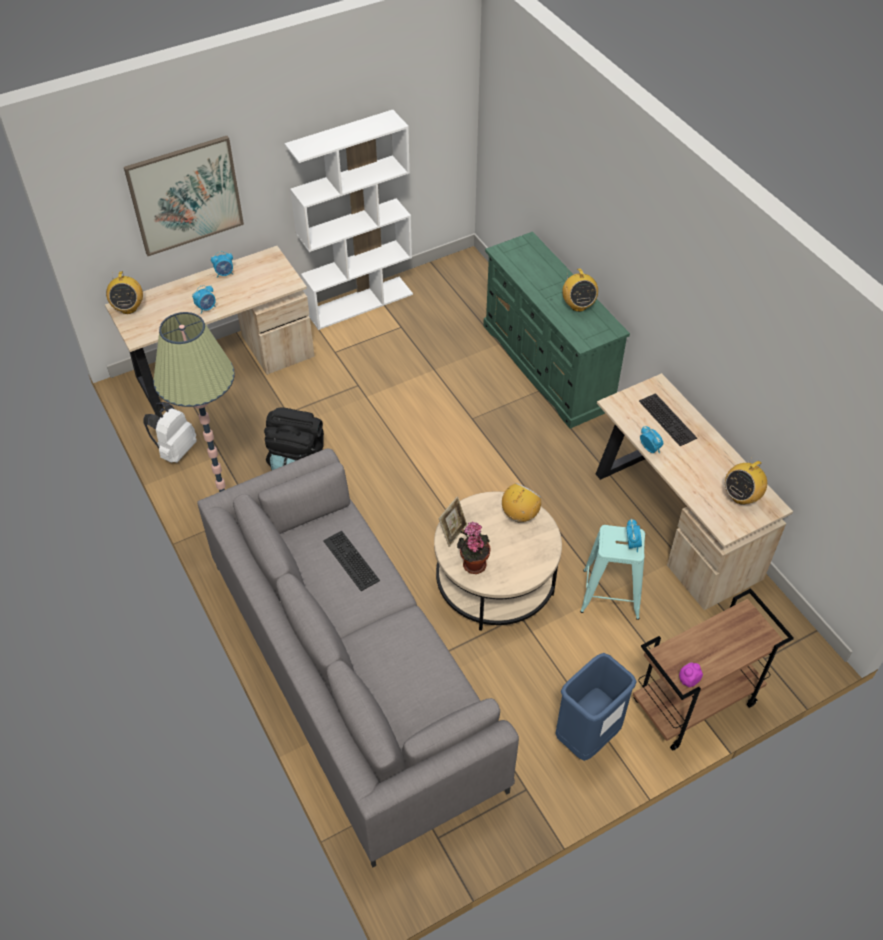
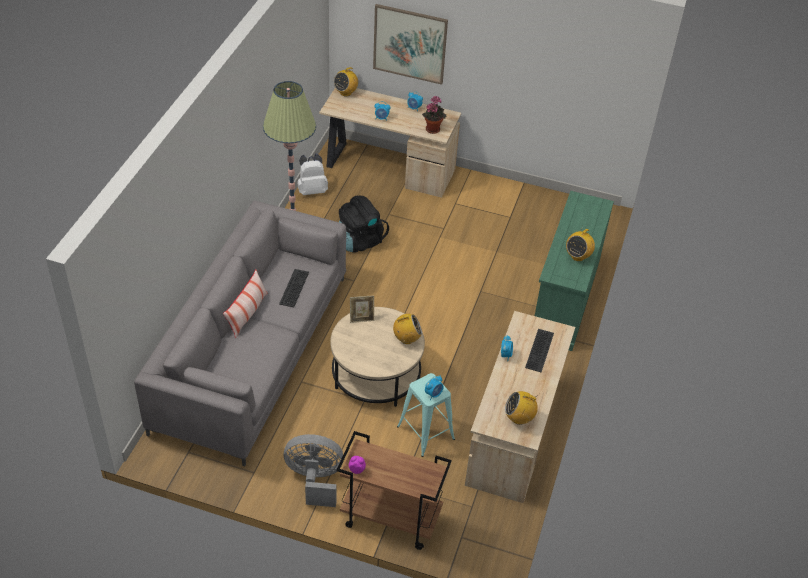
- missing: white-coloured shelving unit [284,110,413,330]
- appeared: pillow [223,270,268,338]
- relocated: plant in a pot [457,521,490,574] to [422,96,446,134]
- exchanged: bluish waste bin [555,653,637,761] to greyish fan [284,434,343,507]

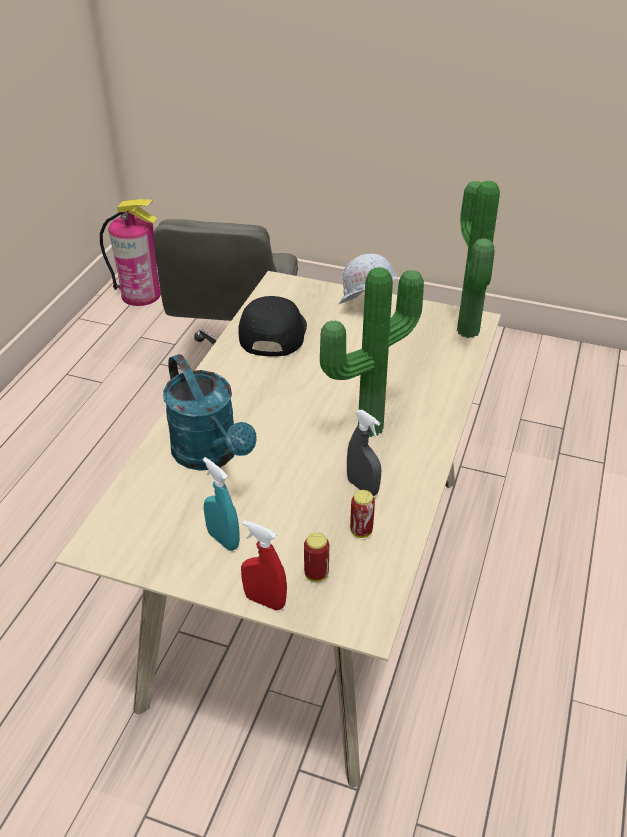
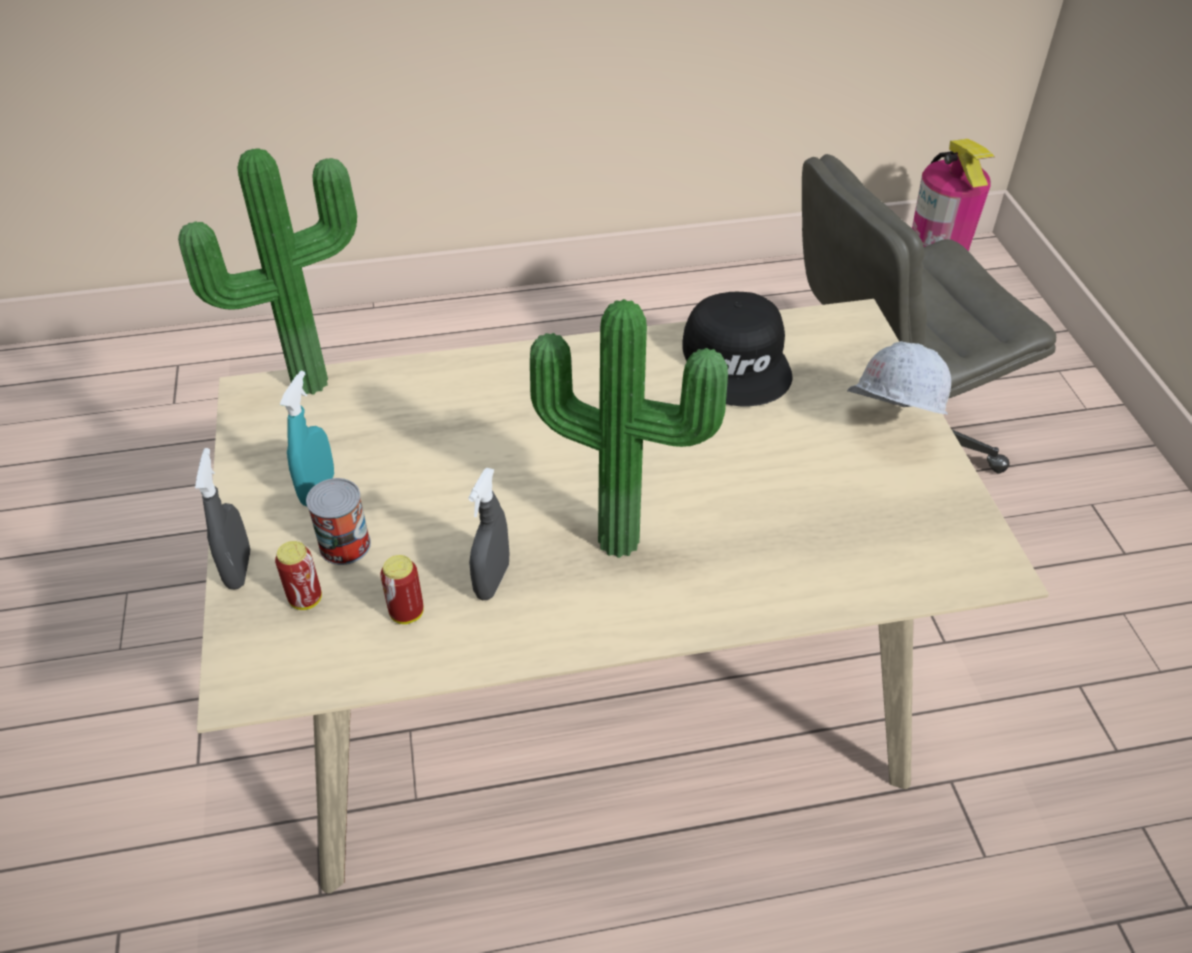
- missing: turquoise-coloured watering pot [163,354,257,471]
- appeared: metal can [306,478,371,565]
- relocated: plant in a pot [457,181,500,338] to [178,149,357,395]
- colour: red spray bottle [241,520,287,611] to greyish spray bottle [195,448,250,590]
- spun: black peaked cap [238,296,307,356] = [683,292,793,406] 105 degrees clockwise

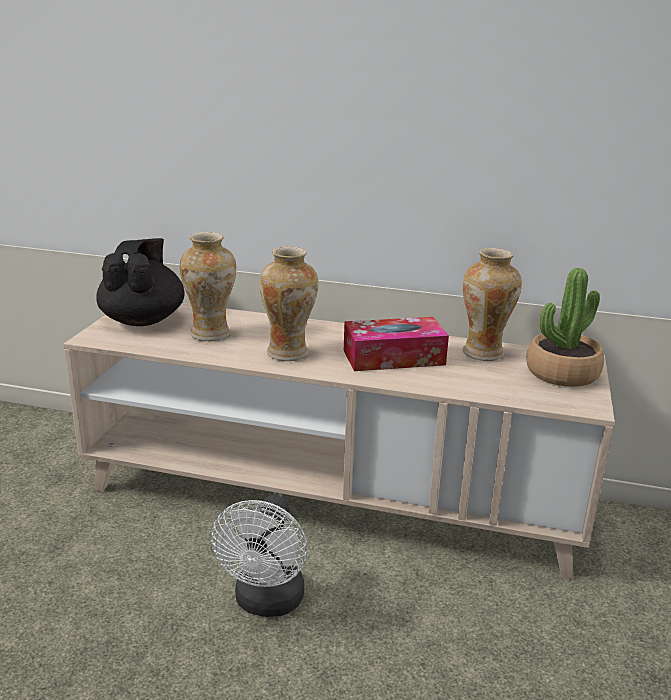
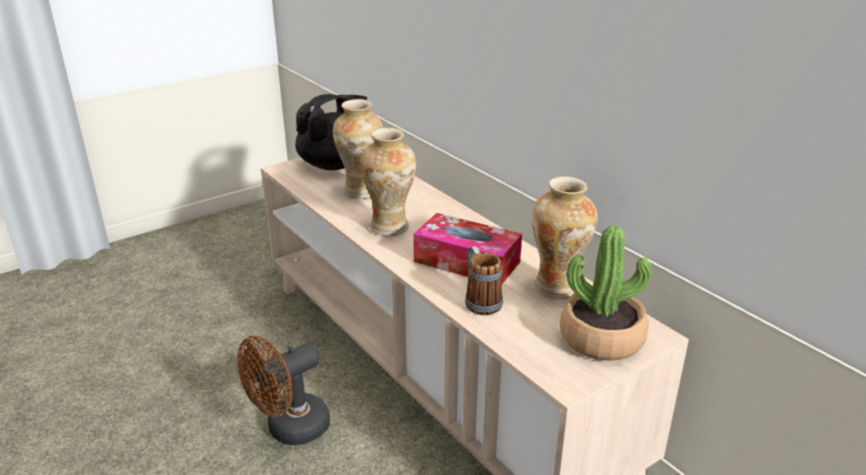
- appeared: coffee mug [465,246,503,315]
- colour: white-coloured fan [211,495,307,617] to brown-coloured fan [237,336,330,445]

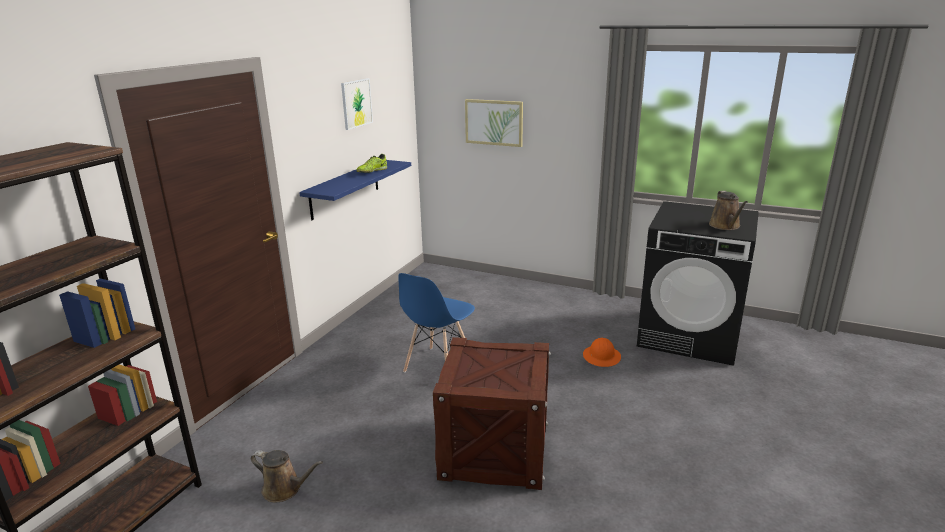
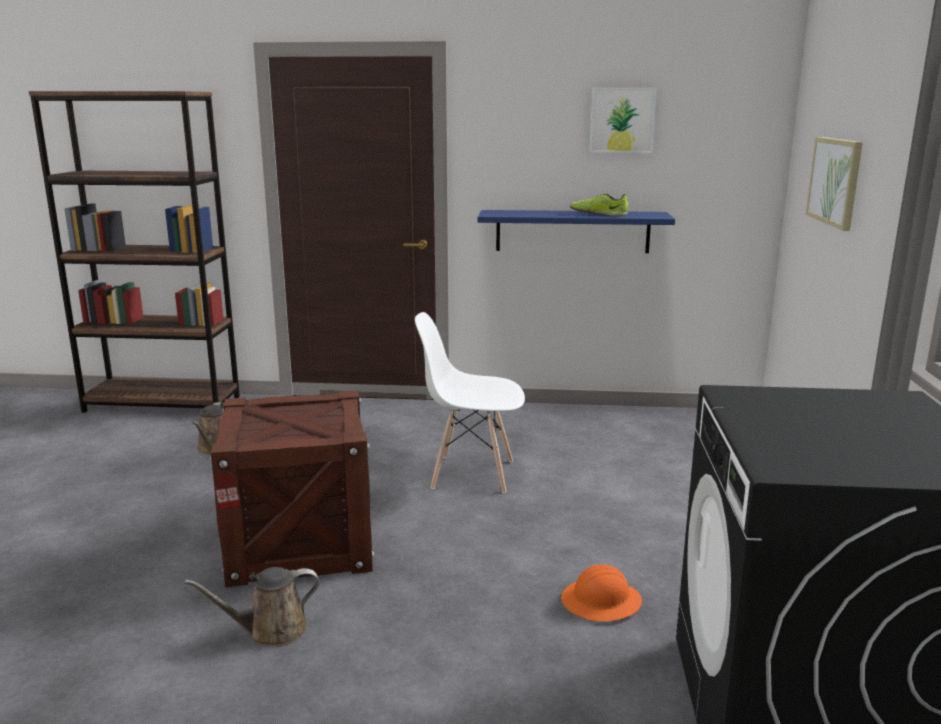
- relocated: brown-coloured watering pot [709,191,748,230] to [184,567,319,646]
- colour: bluish plain chair [398,273,475,373] to white-coloured plain chair [415,312,525,494]

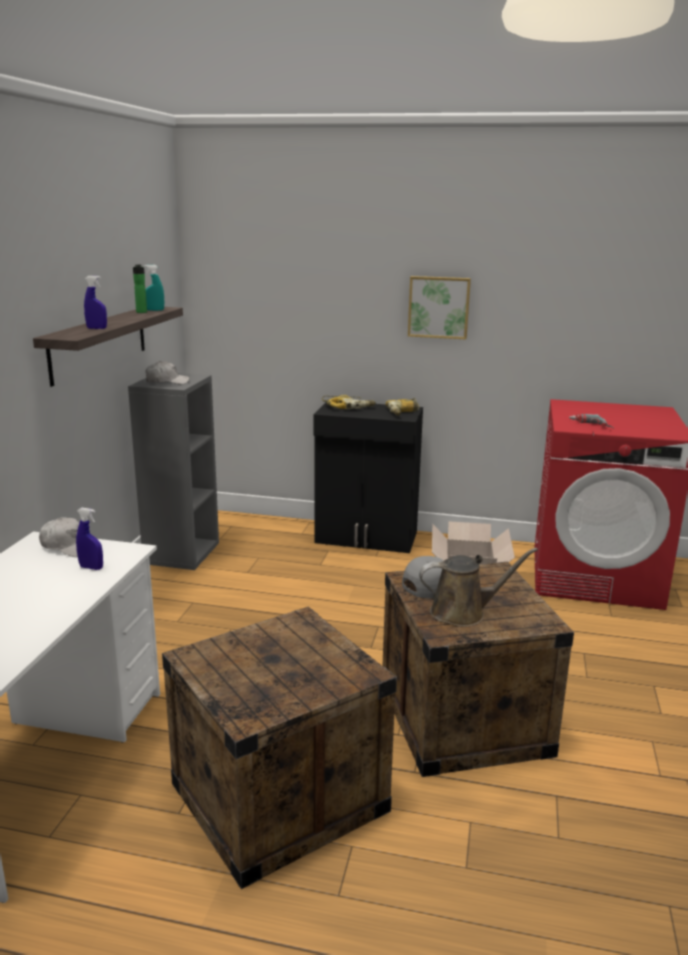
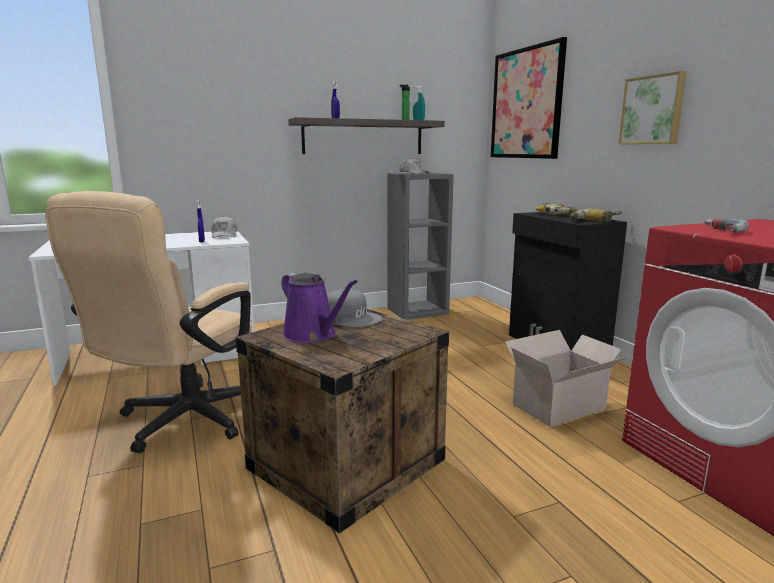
- appeared: wall art [491,37,567,159]
- exchanged: crate [162,607,397,889] to sand-coloured desk chair [45,191,252,453]
- colour: brown-coloured watering pot [419,548,538,627] to purple-coloured watering pot [281,273,358,343]

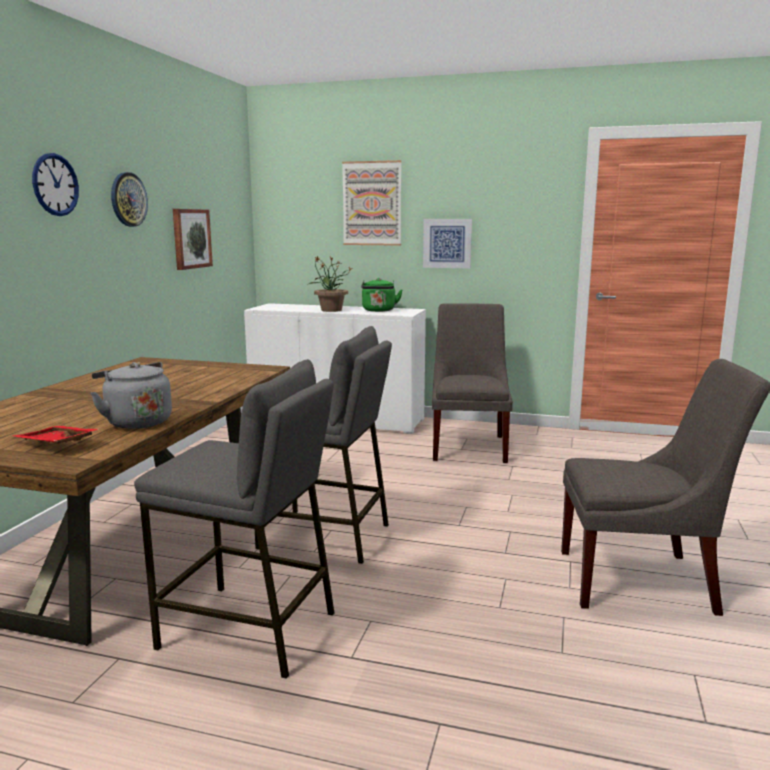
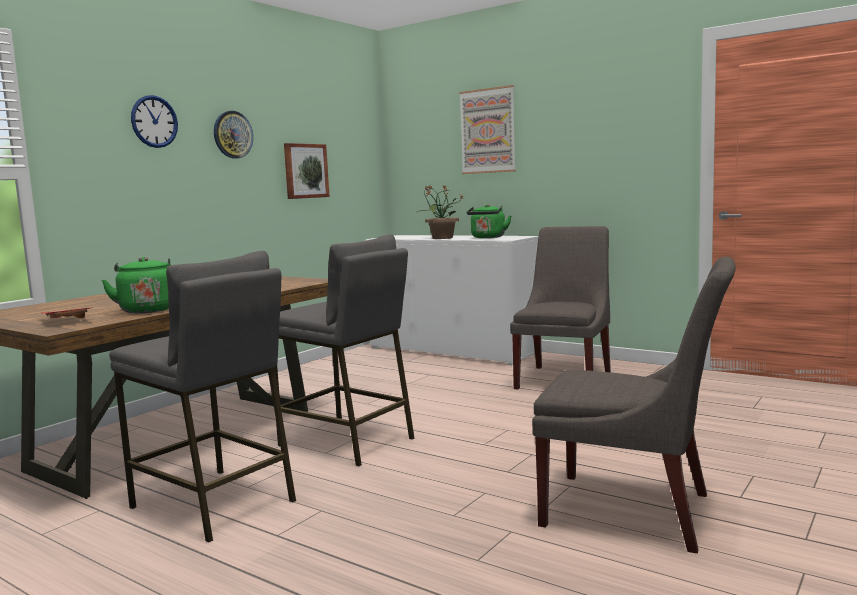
- missing: wall art [423,219,472,269]
- colour: greyish tea kettle [91,362,172,429] to green-coloured tea kettle [102,257,171,313]

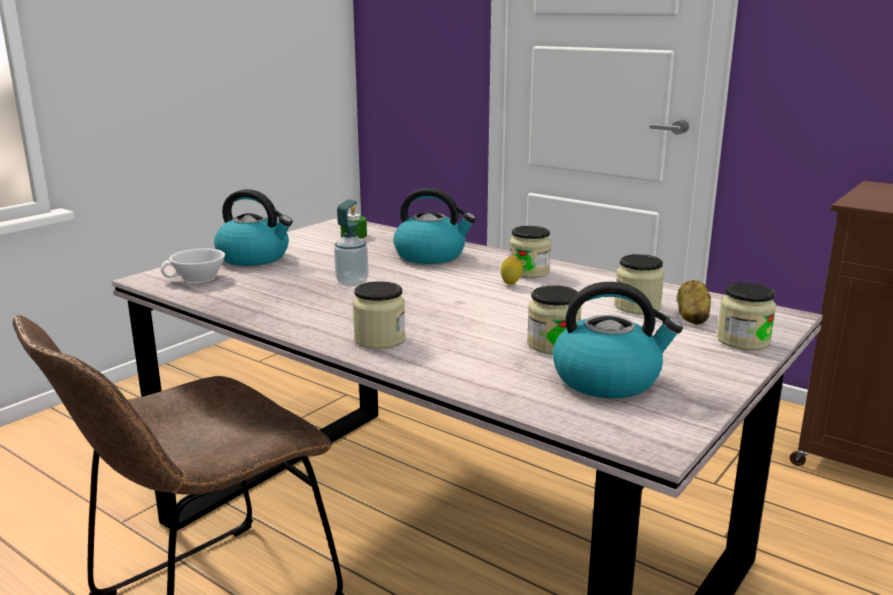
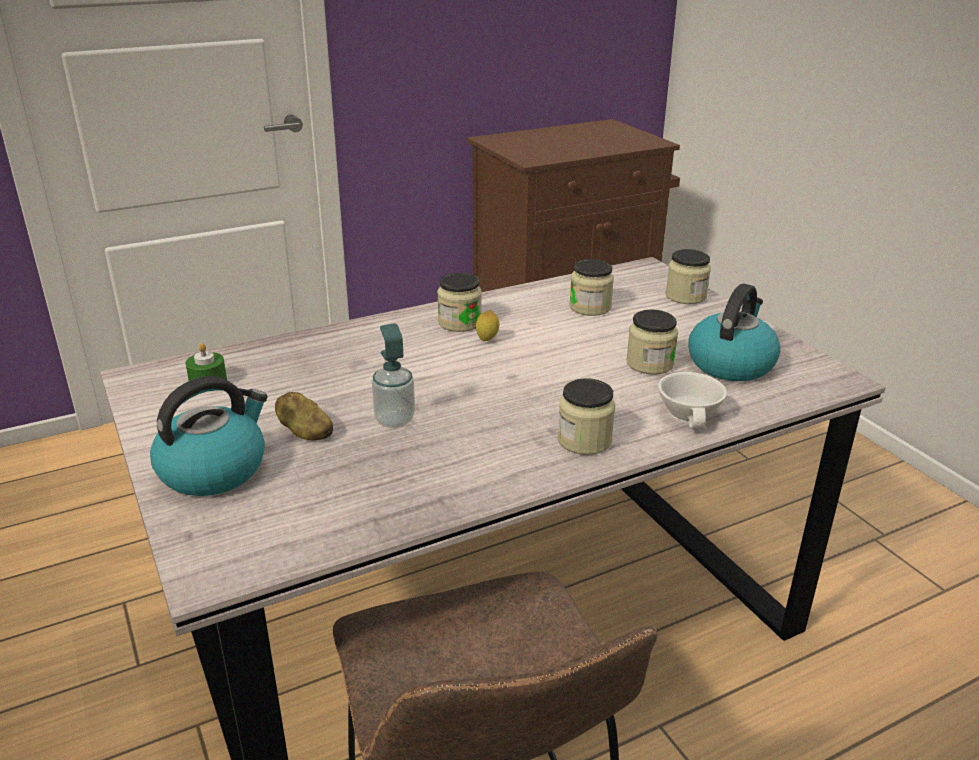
- missing: tea kettle [393,188,476,264]
- relocated: white-coloured small cup [160,248,225,283] to [658,372,727,429]
- relocated: potato [677,280,711,325] to [275,392,333,440]

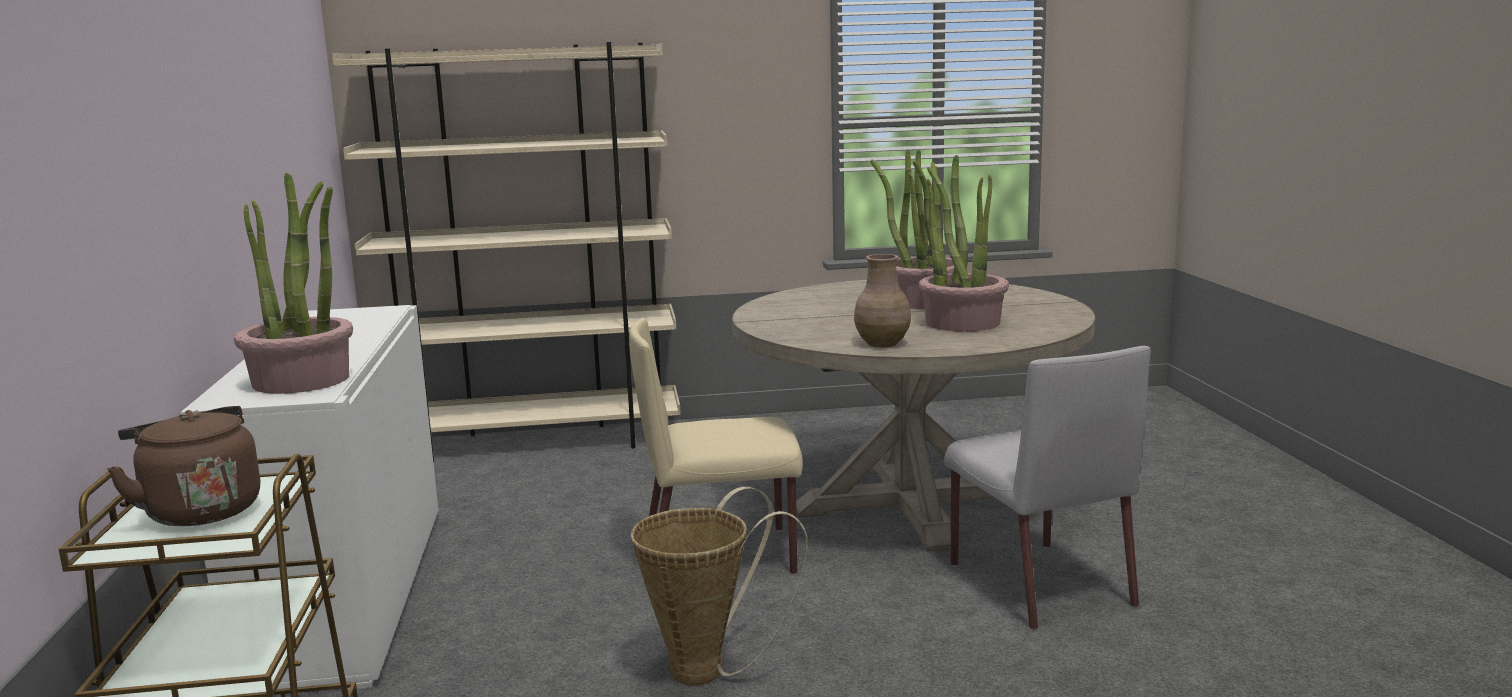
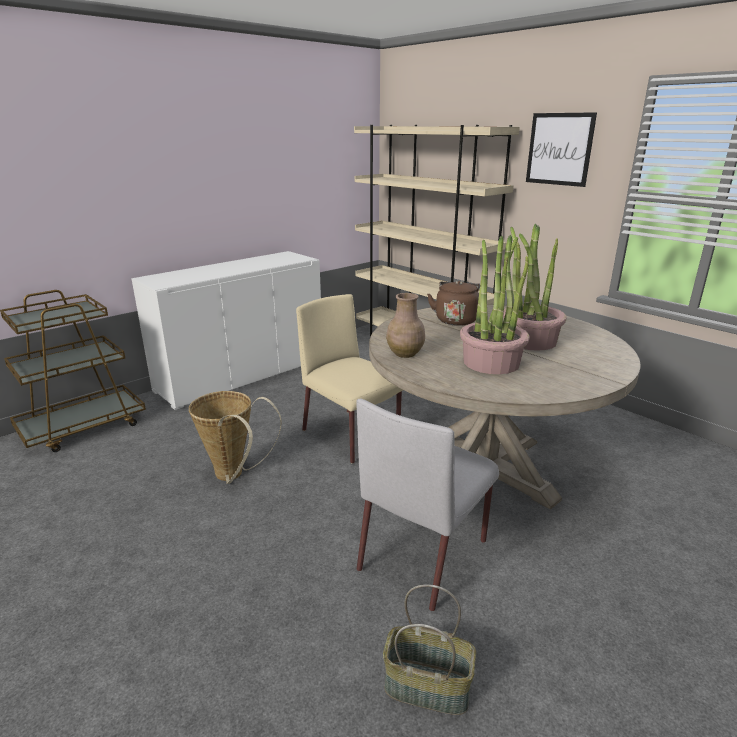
- missing: plant in a pot [234,173,353,394]
- appeared: storage basket [383,584,476,715]
- appeared: wall art [526,112,597,187]
- relocated: brown-coloured tea kettle [107,406,260,526] to [427,281,480,326]

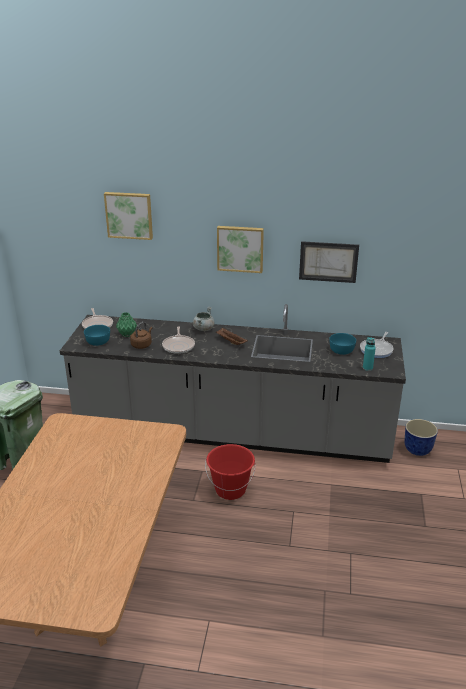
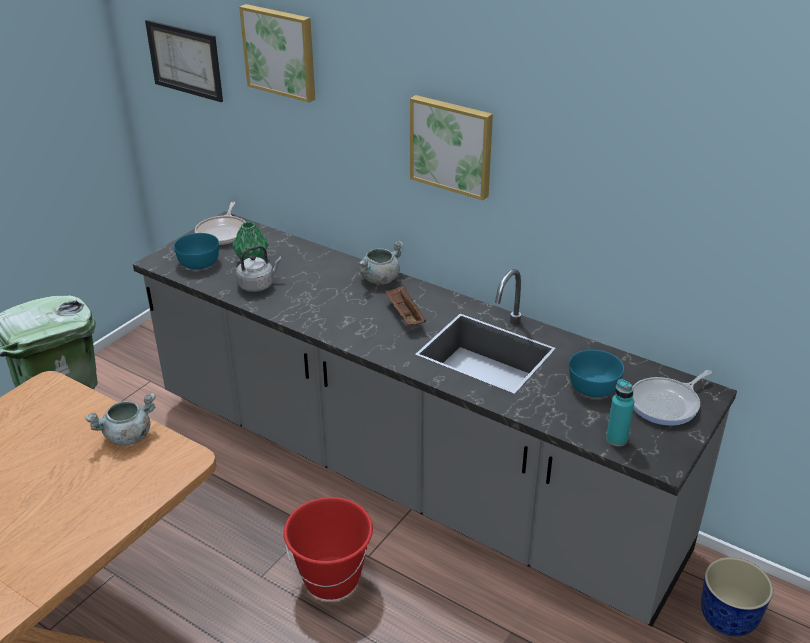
- missing: frying pan [162,326,195,354]
- appeared: greyish saucepot [85,392,156,446]
- relocated: wall art [299,241,359,283] to [145,20,223,102]
- colour: brown-coloured tea kettle [130,322,152,349] to greyish tea kettle [236,245,282,292]

